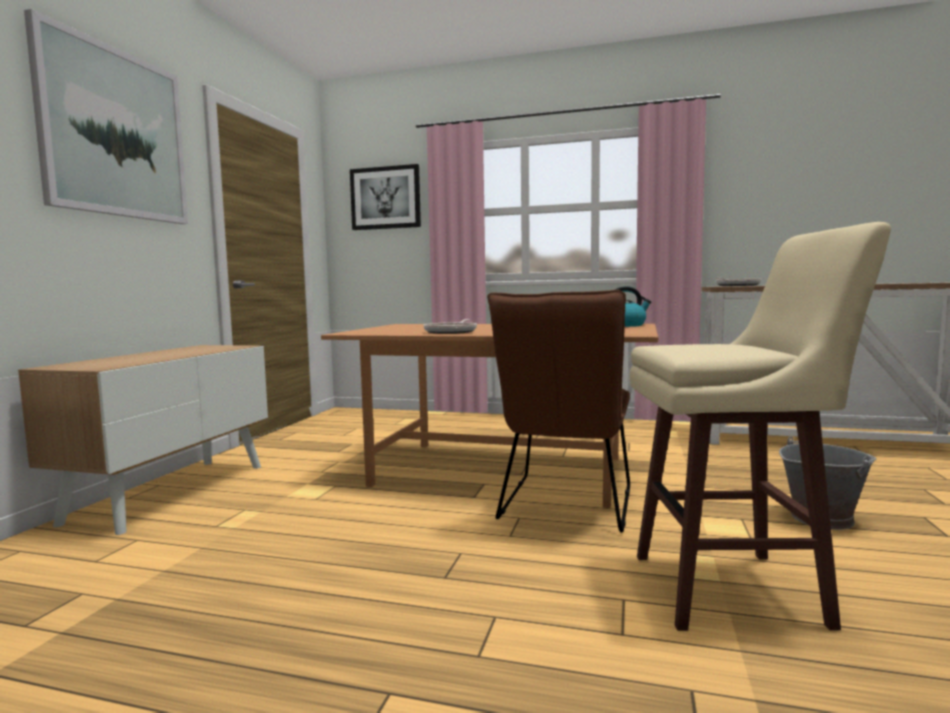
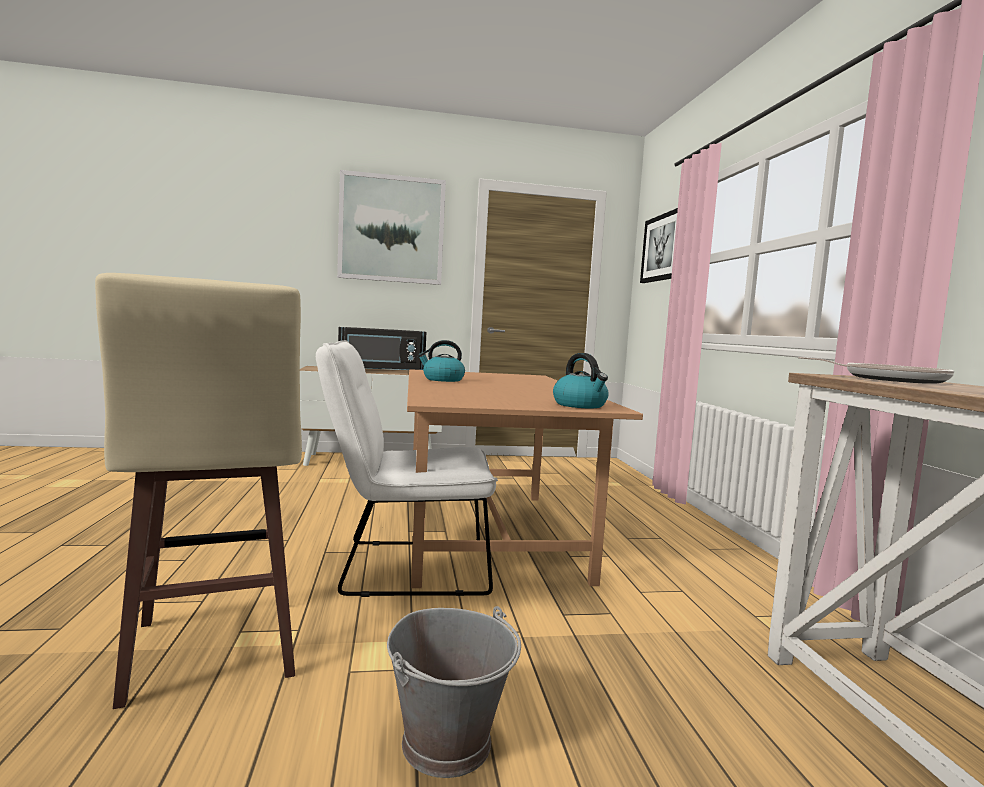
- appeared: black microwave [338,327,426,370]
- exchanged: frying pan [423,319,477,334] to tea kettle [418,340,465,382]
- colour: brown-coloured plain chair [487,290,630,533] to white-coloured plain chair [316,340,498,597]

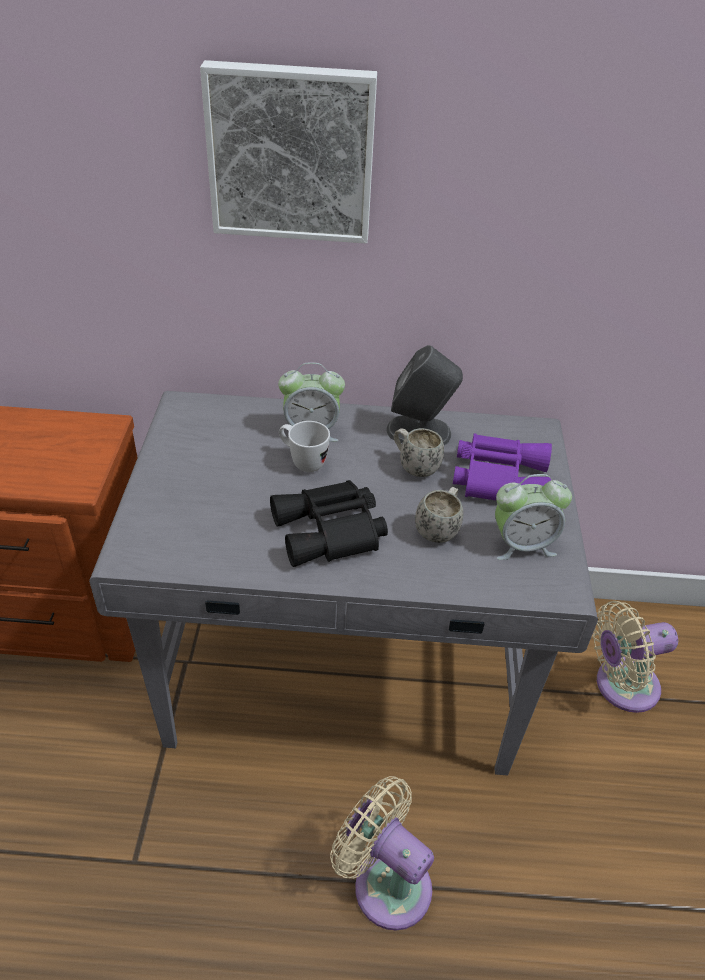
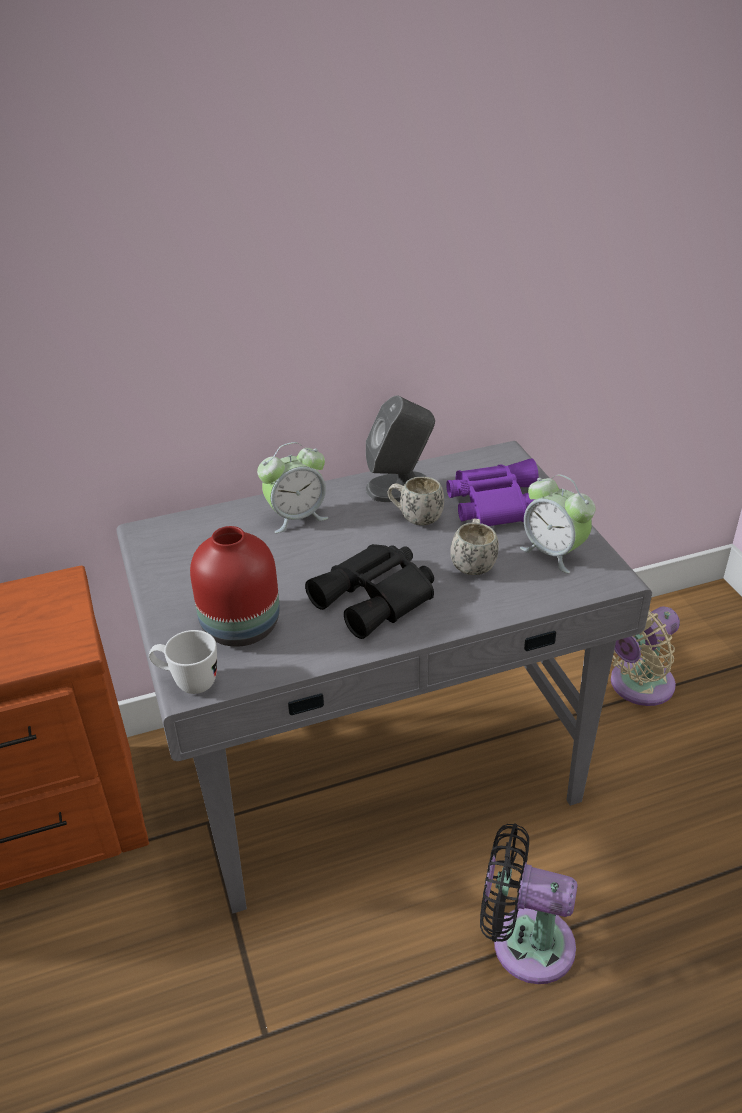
- missing: wall art [200,60,377,243]
- appeared: red decorative vase [190,526,280,647]
- relocated: white-coloured coffee mug [279,421,330,472] to [149,630,217,694]
- colour: sand-coloured fan [330,776,434,931] to black fan [480,823,577,984]
- spun: table clock [495,474,572,560] = [520,474,595,573] 75 degrees clockwise

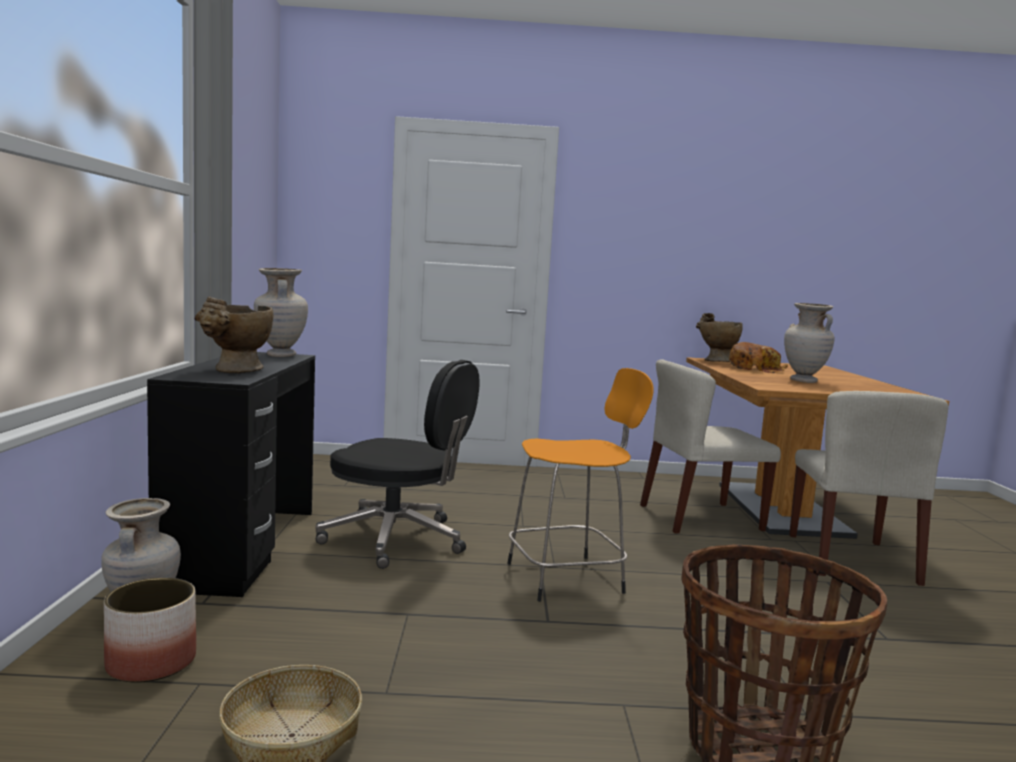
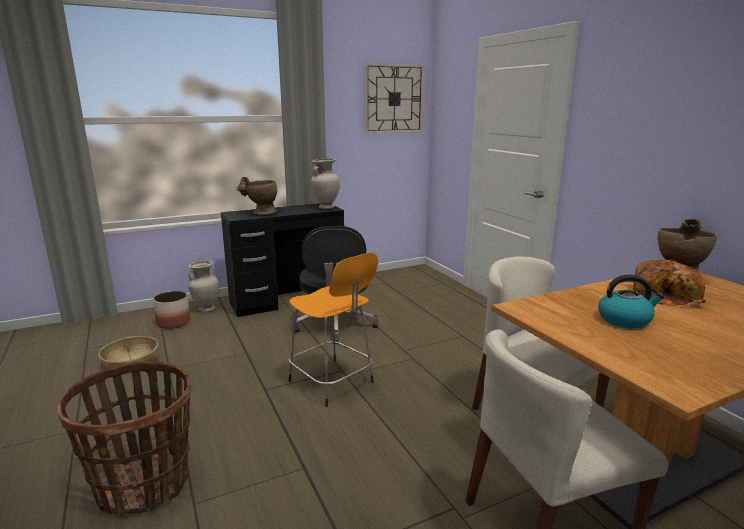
- appeared: hanging clock [364,63,424,134]
- exchanged: sand-coloured decorative vase [784,303,835,383] to tea kettle [598,275,664,329]

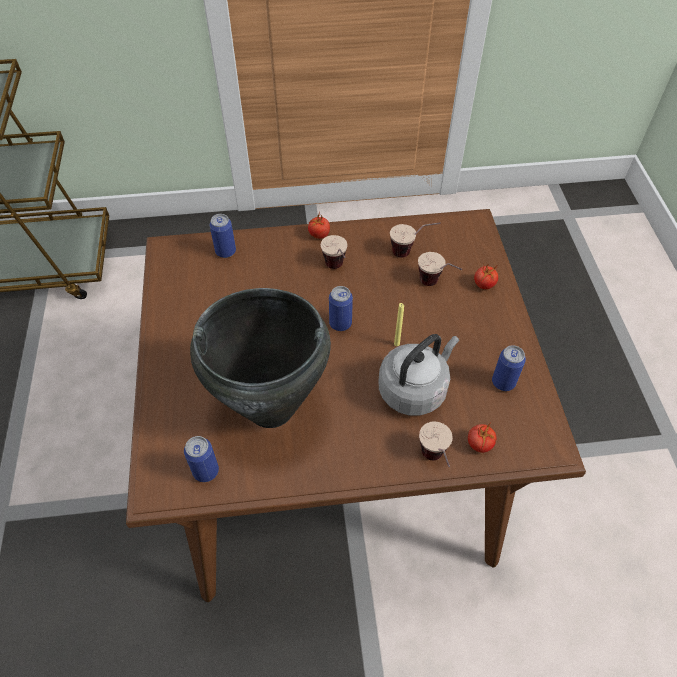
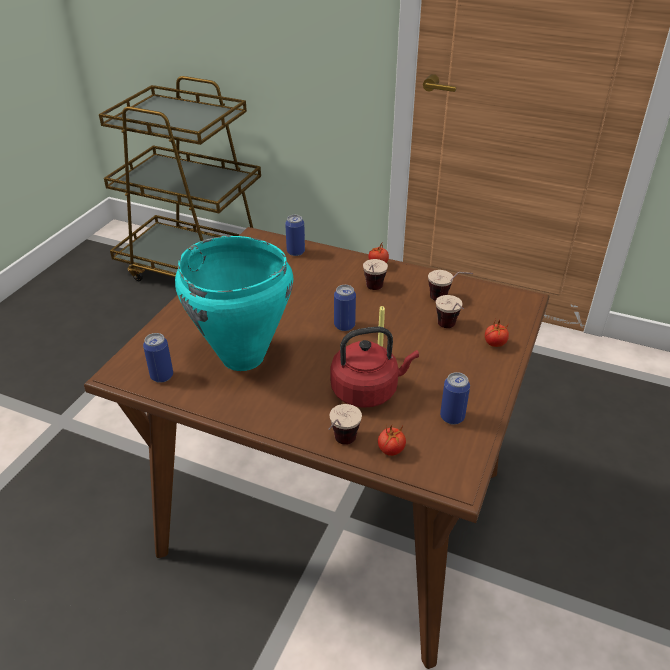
- colour: black saucepot [190,288,331,428] to turquoise-coloured saucepot [175,236,293,371]
- colour: greyish tea kettle [378,334,459,416] to red tea kettle [331,326,419,408]

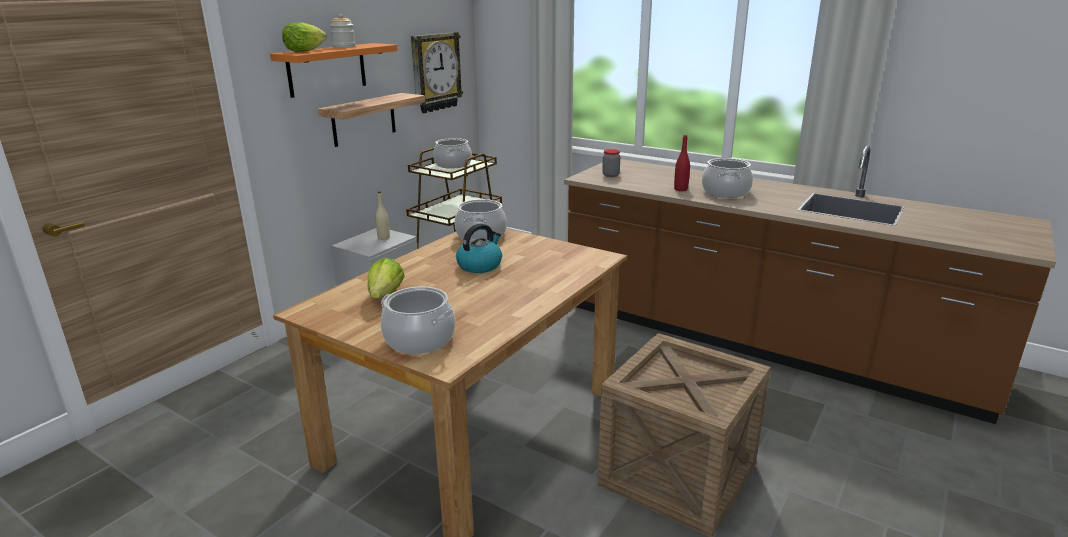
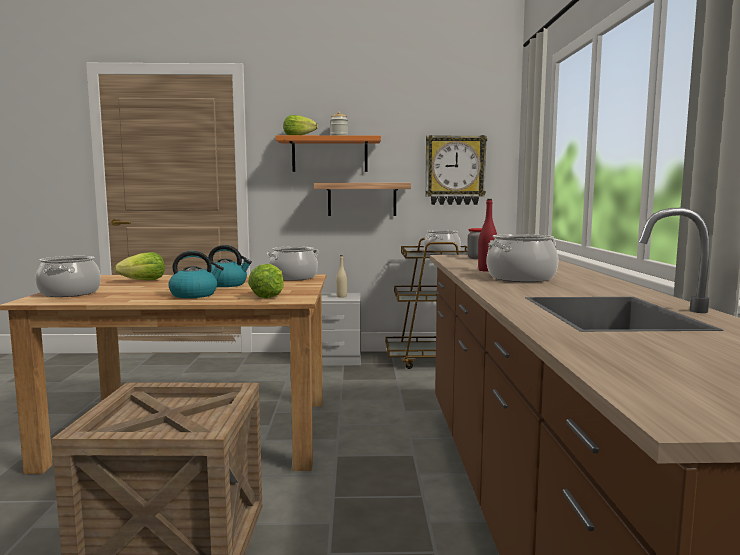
- appeared: tea kettle [168,251,224,298]
- appeared: lettuce head [248,264,284,299]

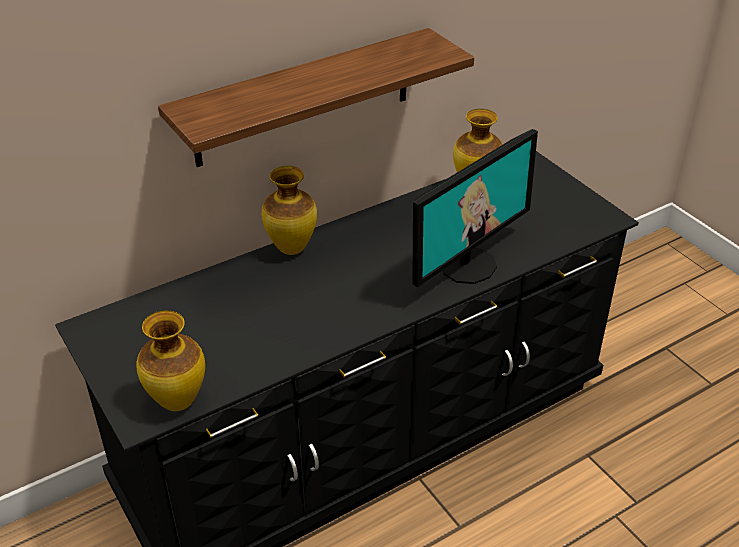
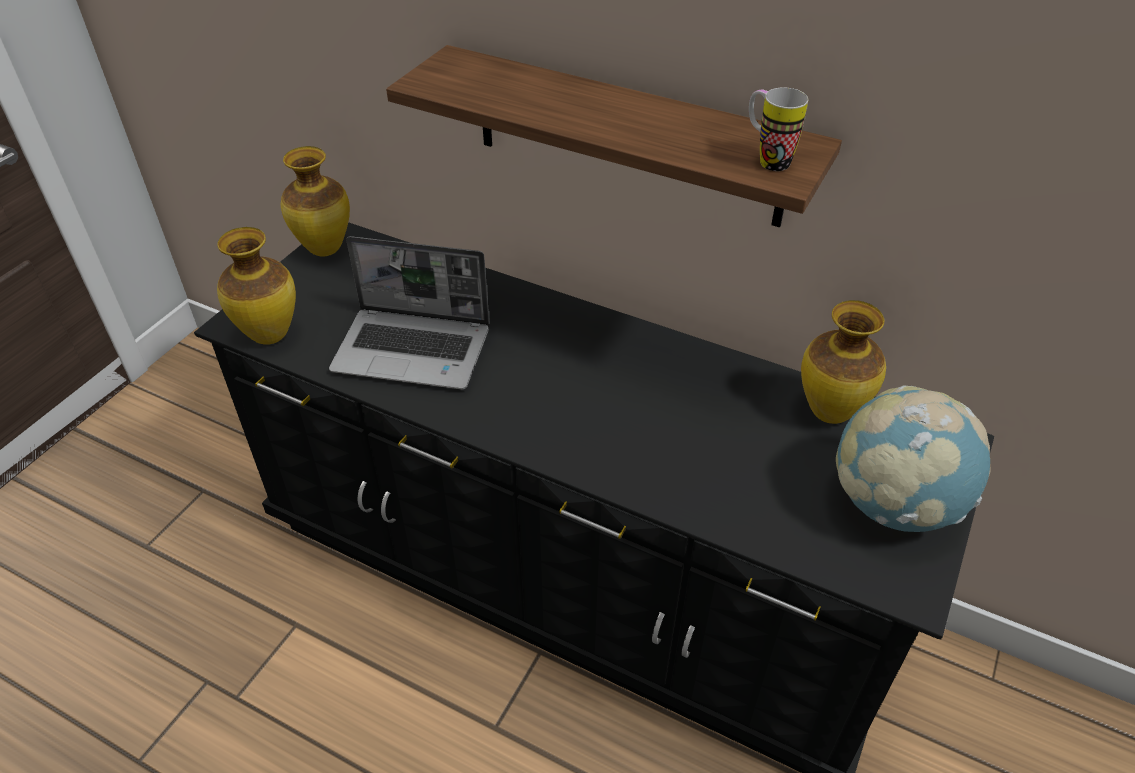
- missing: monitor [412,129,538,287]
- appeared: laptop [329,236,490,390]
- appeared: coffee mug [749,87,808,171]
- appeared: desk globe [836,386,991,532]
- relocated: decorative vase [261,166,317,255] to [281,146,350,257]

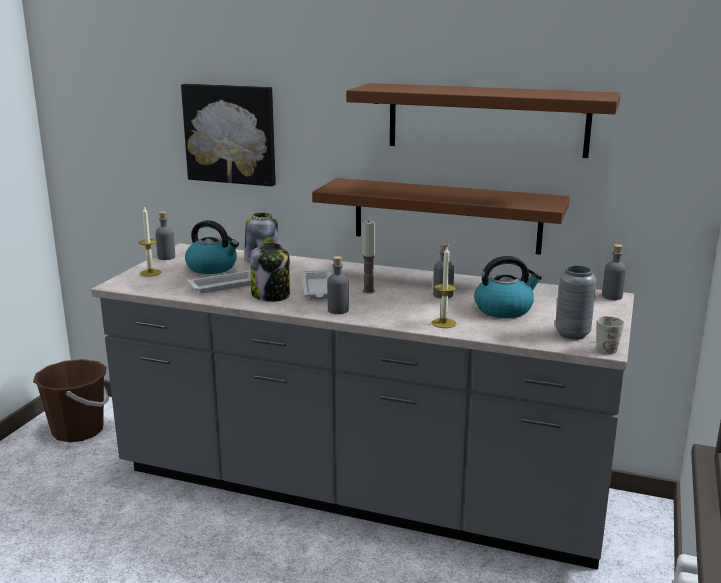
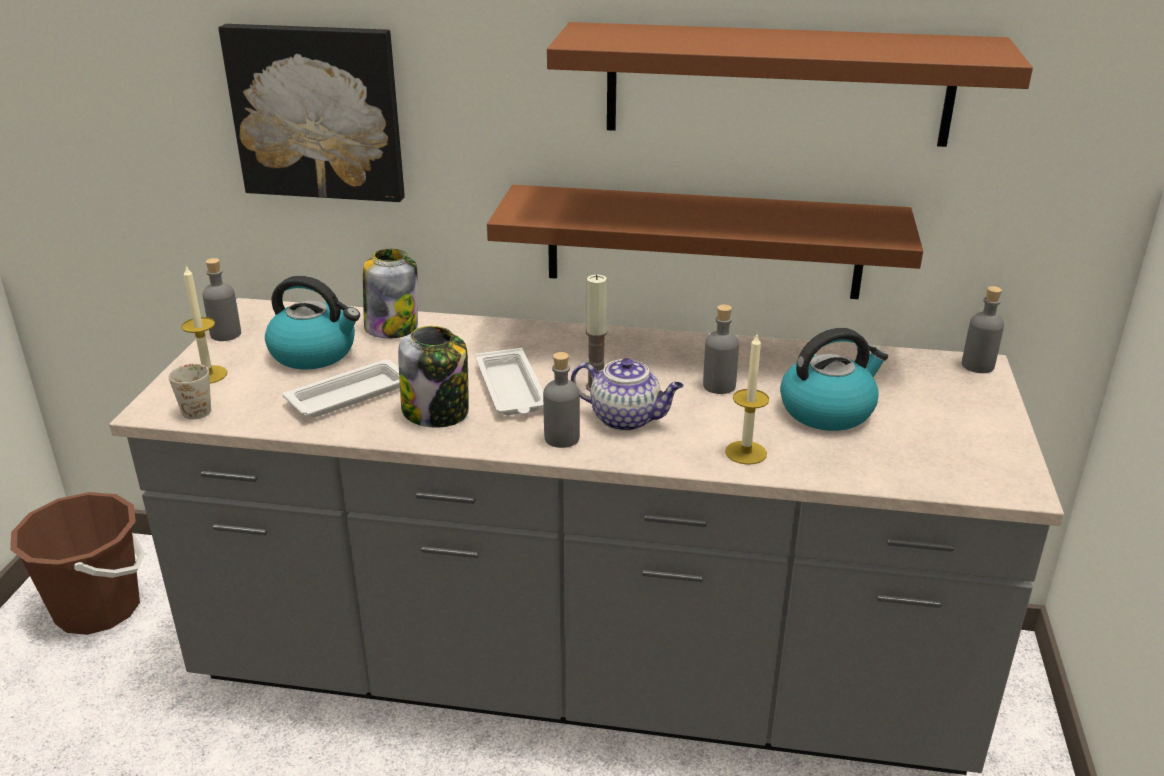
- missing: greyish decorative vase [555,265,596,340]
- appeared: pot for tea [571,358,684,431]
- relocated: white-coloured coffee mug [597,316,624,354] to [168,364,211,419]

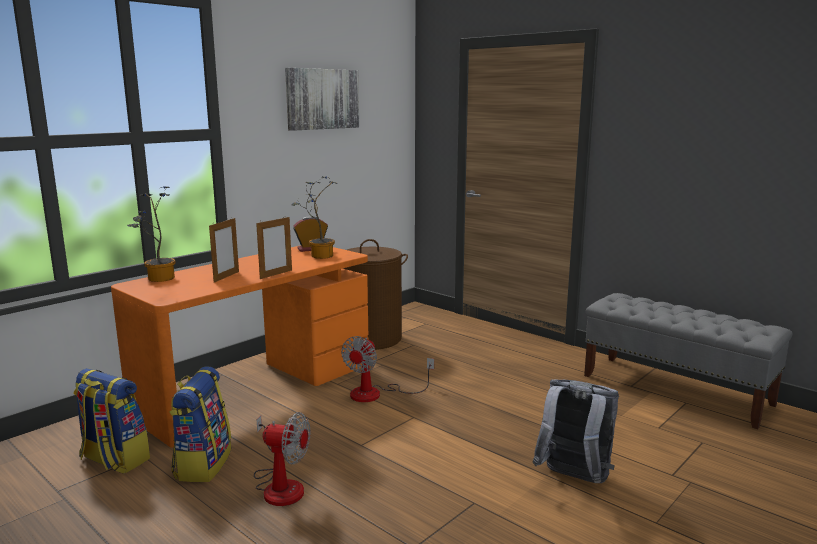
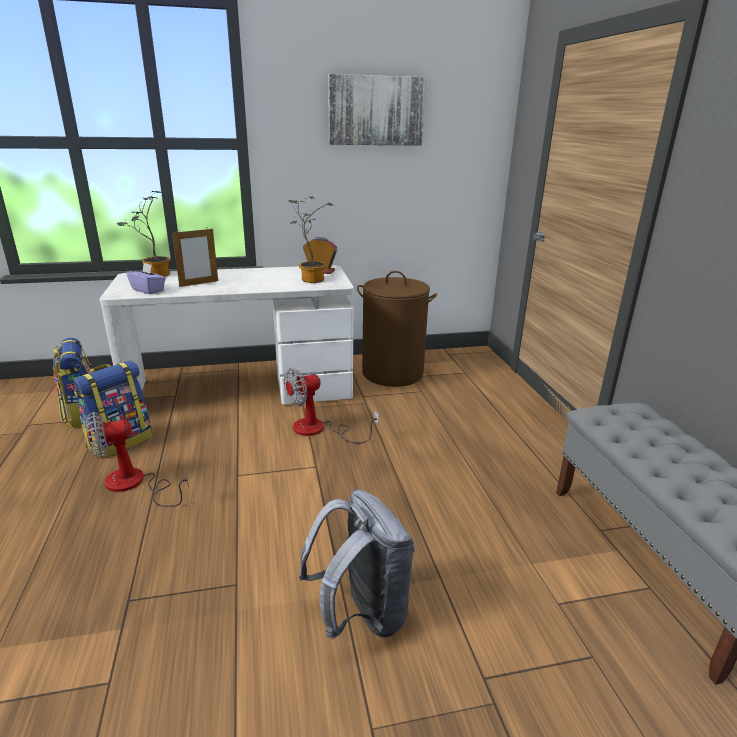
- missing: standing frame [256,216,292,279]
- appeared: purple-coloured tissue box [127,263,166,294]
- colour: orangey desk table [111,245,369,448] to white-coloured desk table [100,265,354,404]
- spun: fan [254,412,310,506] = [86,412,189,507] 105 degrees clockwise

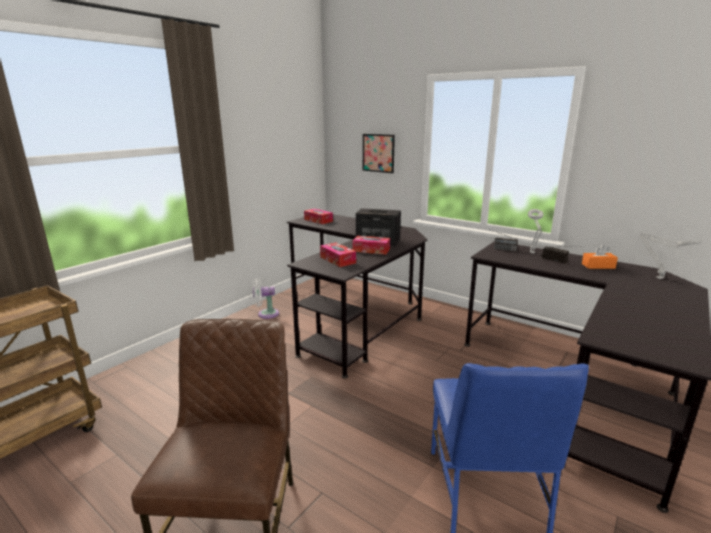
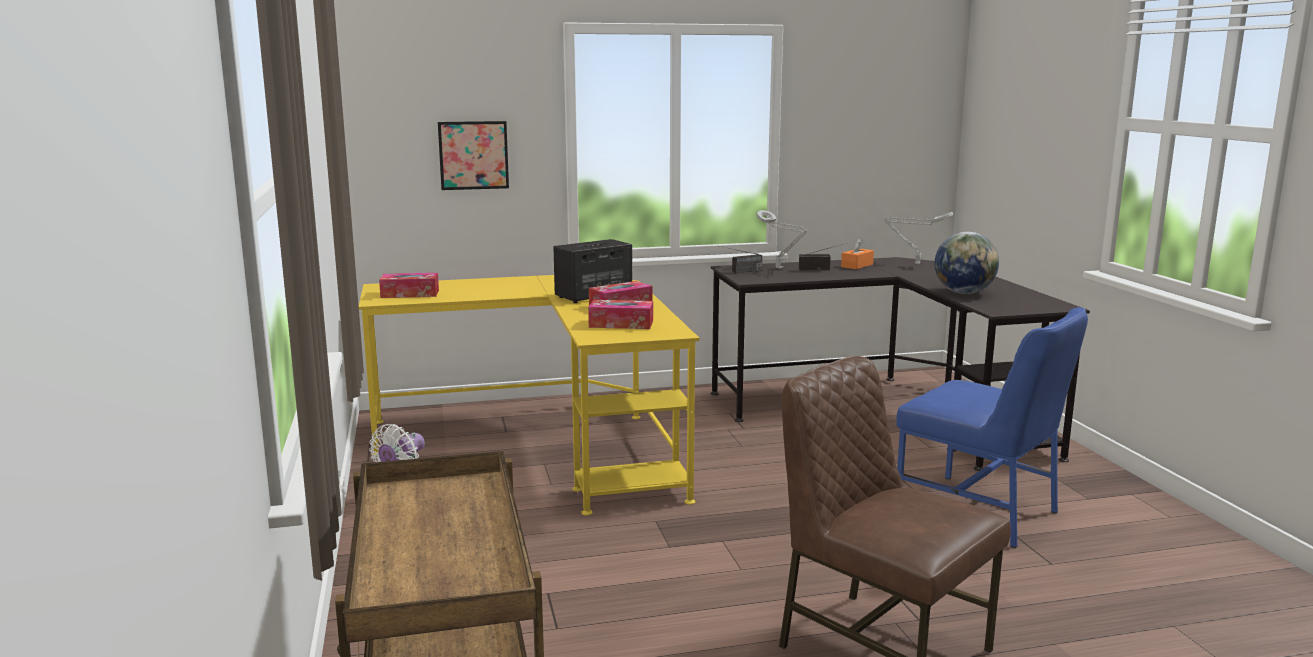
- appeared: desk globe [935,232,999,294]
- colour: black desk table [287,214,428,379] to yellow-coloured desk table [359,275,700,516]

